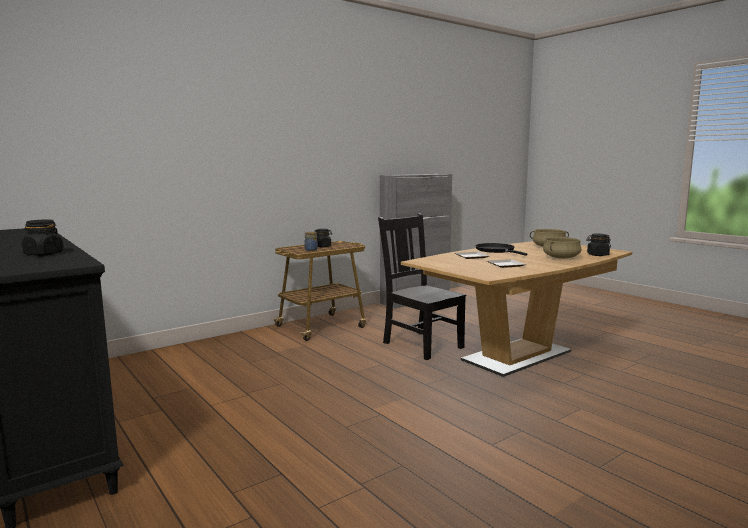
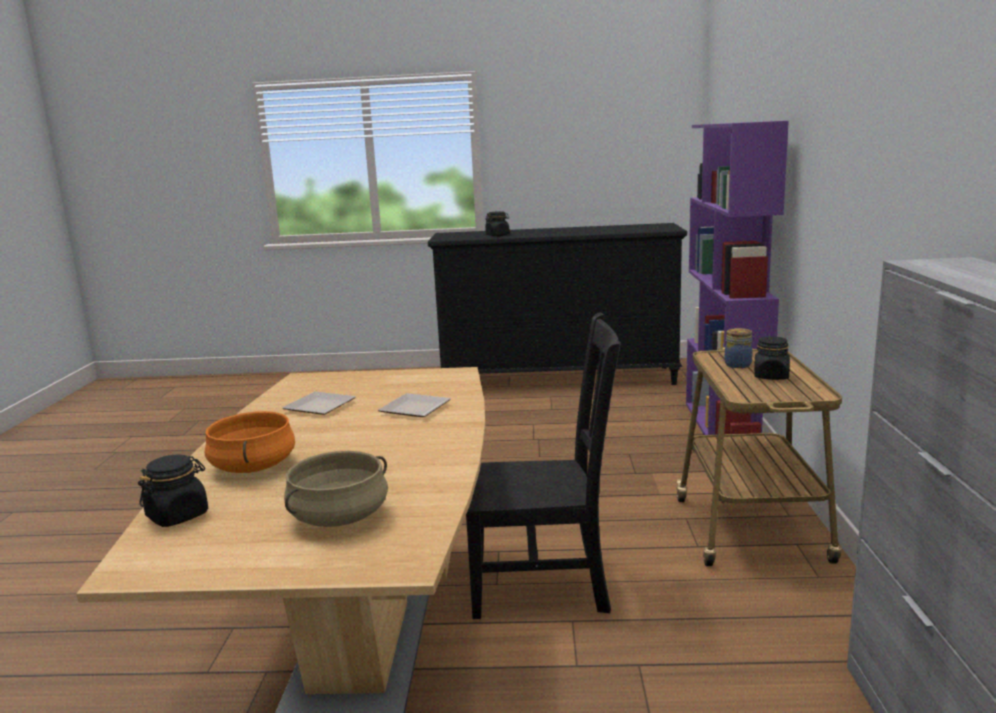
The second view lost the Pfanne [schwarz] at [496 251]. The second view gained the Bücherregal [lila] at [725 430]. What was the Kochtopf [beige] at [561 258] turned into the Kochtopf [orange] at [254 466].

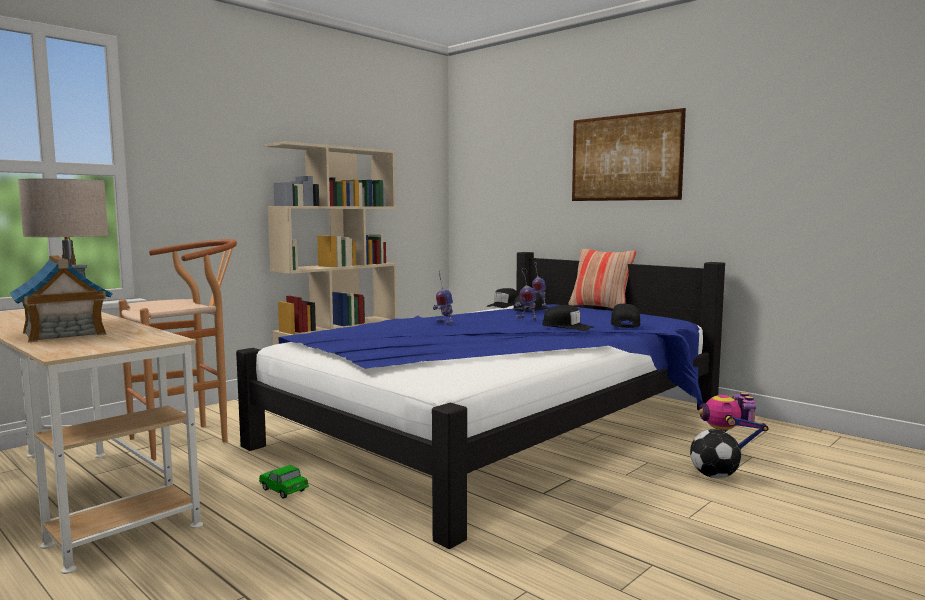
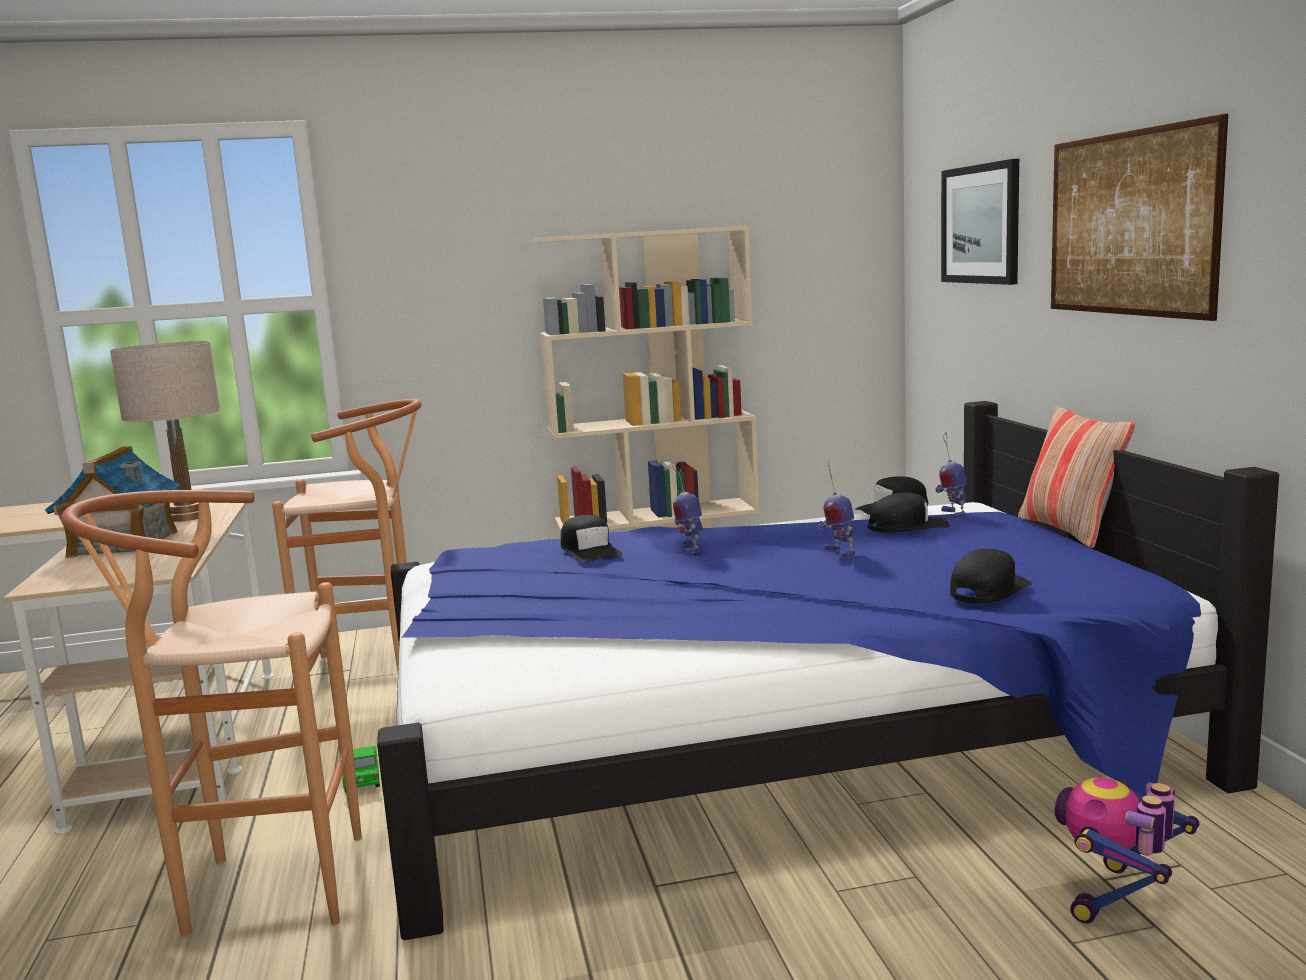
The second view lost the Fußball at [715 476]. The second view gained the Hocker [braun] at [256 889]. The second view gained the Bild at [981 224]. The Kappe [schwarz] ended up elsewhere, having gone from [567 327] to [590 551].

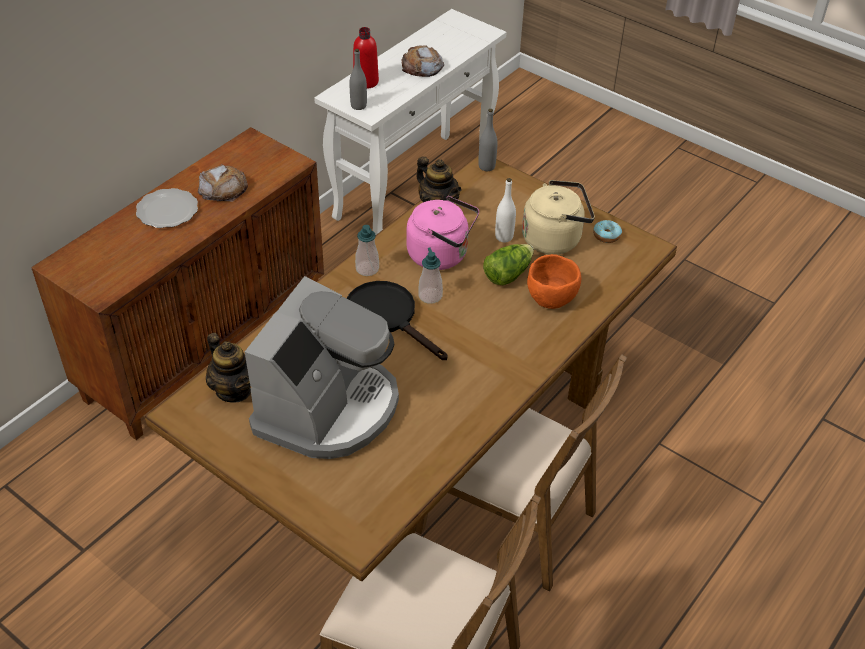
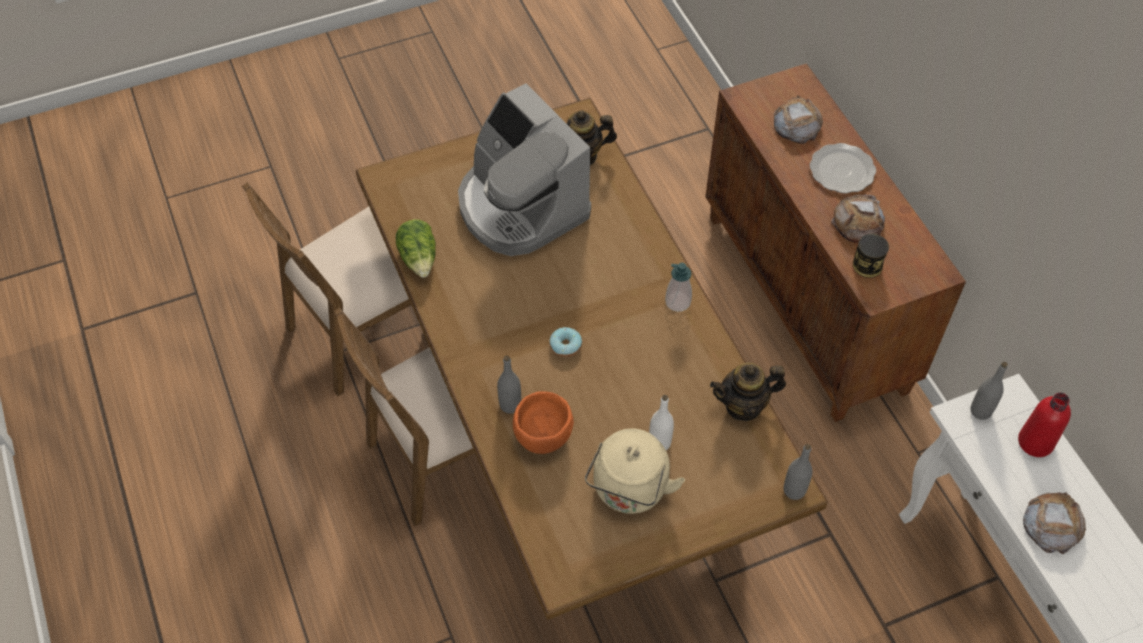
The second view lost the Pfanne [schwarz] at [388 317]. The second view lost the Wasserkessel [rosa] at [441 255]. The second view lost the Seifenspender at [430 296]. The second view gained the Flasche [grau] at [510 405]. The second view gained the Brot at [796 124]. The second view gained the Dose at [867 265]. The Salatkopf ended up elsewhere, having gone from [507 274] to [419 258]. The Donut ended up elsewhere, having gone from [606 235] to [565 346].

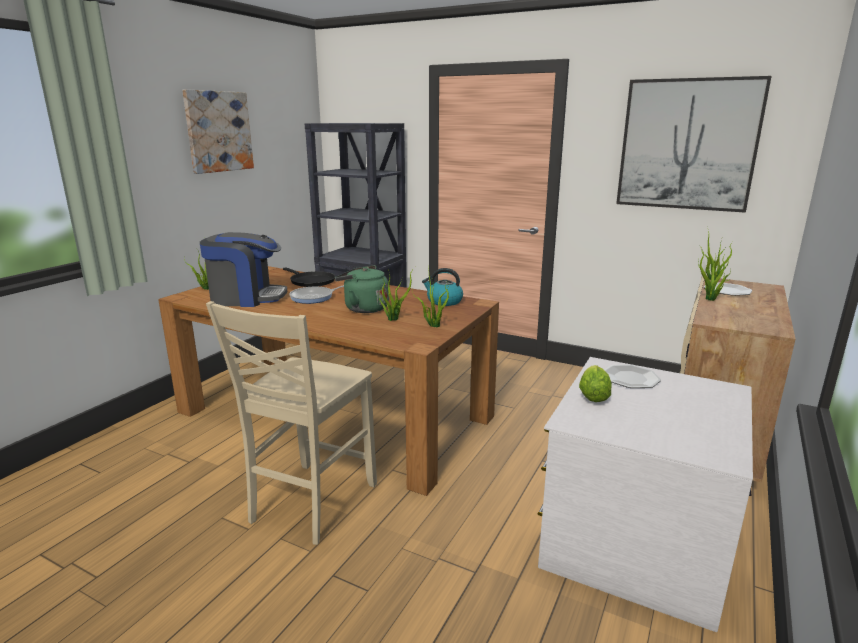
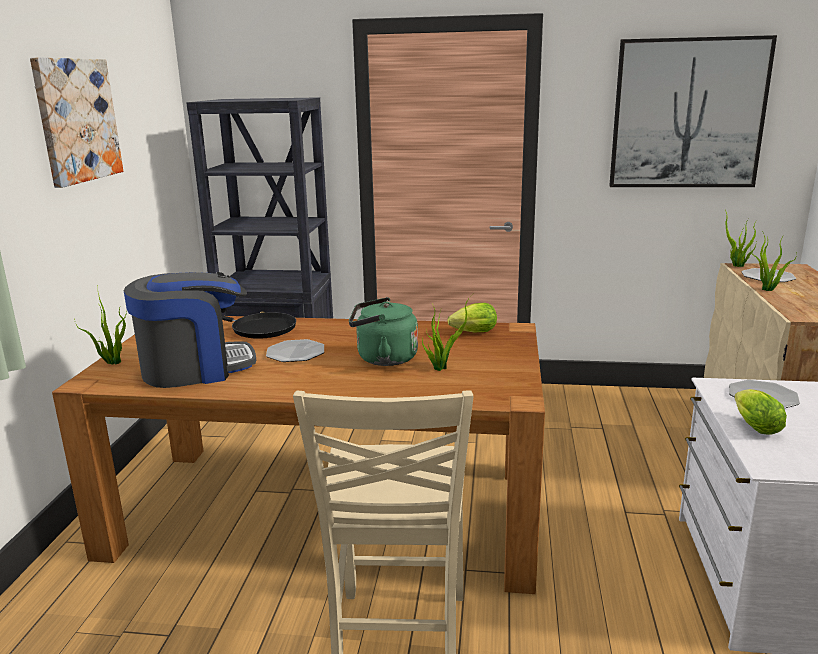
The second view lost the Topfpflanze at [433 325]. Where the Pfanne stood at [314 297], the Teller came to stand at [296 353]. Where the Wasserkessel stood at [444 301], the Salatkopf came to stand at [471 333].

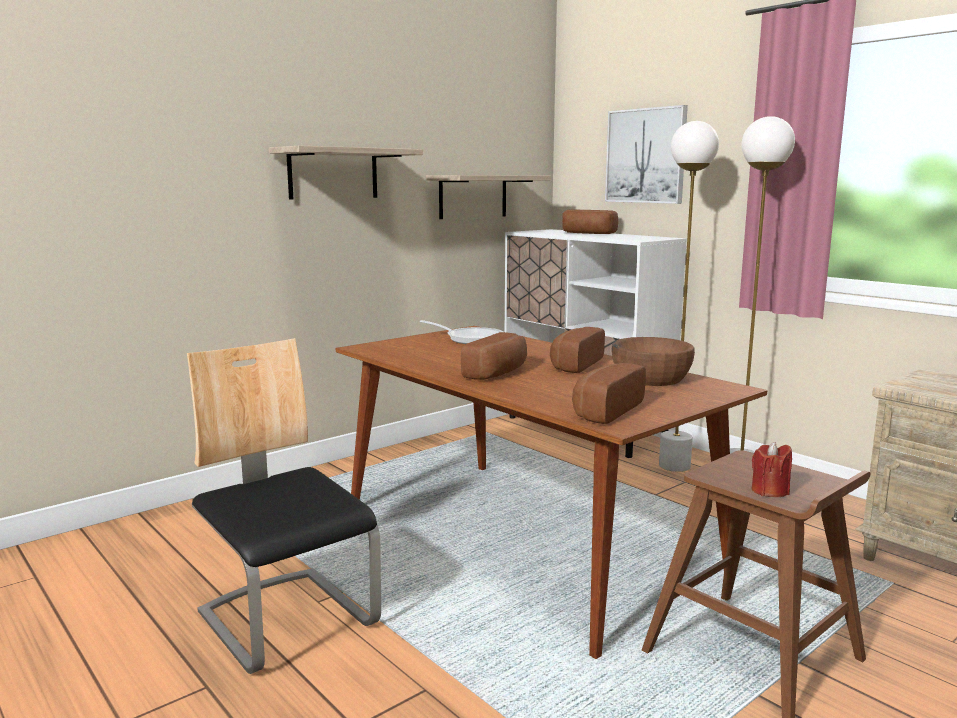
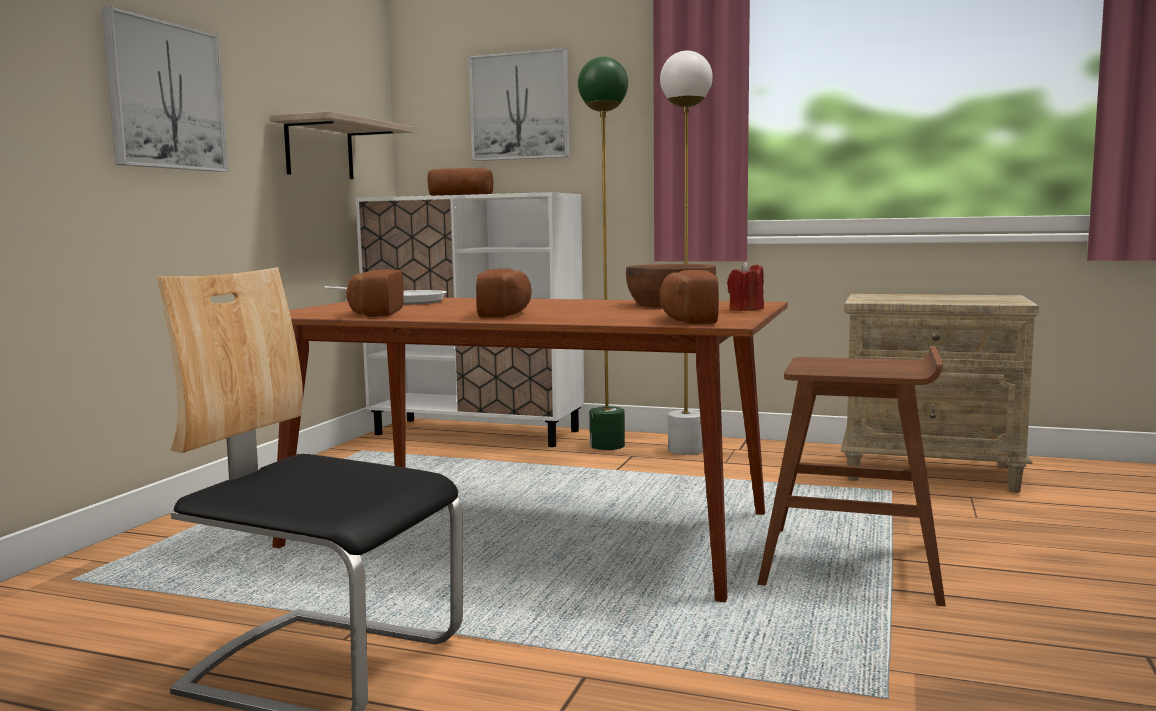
The Brot ended up elsewhere, having gone from [573 364] to [374 313]. The Kerze [rot] ended up elsewhere, having gone from [769 491] to [746 310]. Where the Wandregal hung at [333 174], the Bild came to hang at [166 96]. What was the Stehlampe [weiß] at [674 466] turned into the Stehlampe [grün] at [607 446].

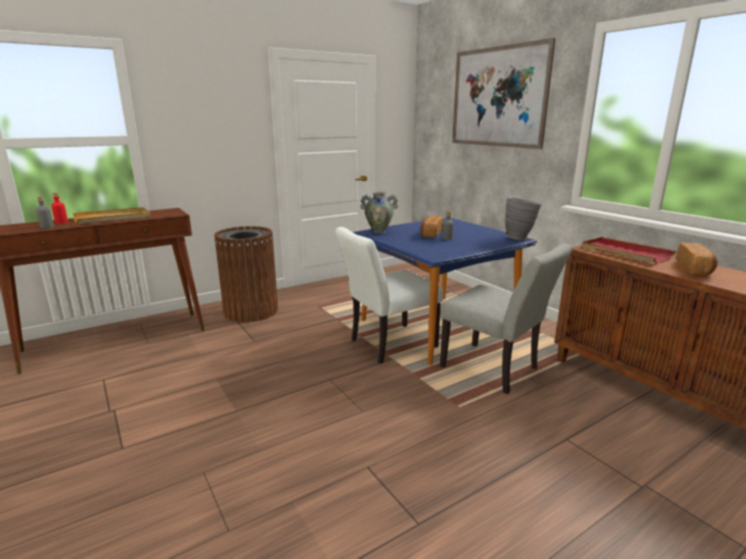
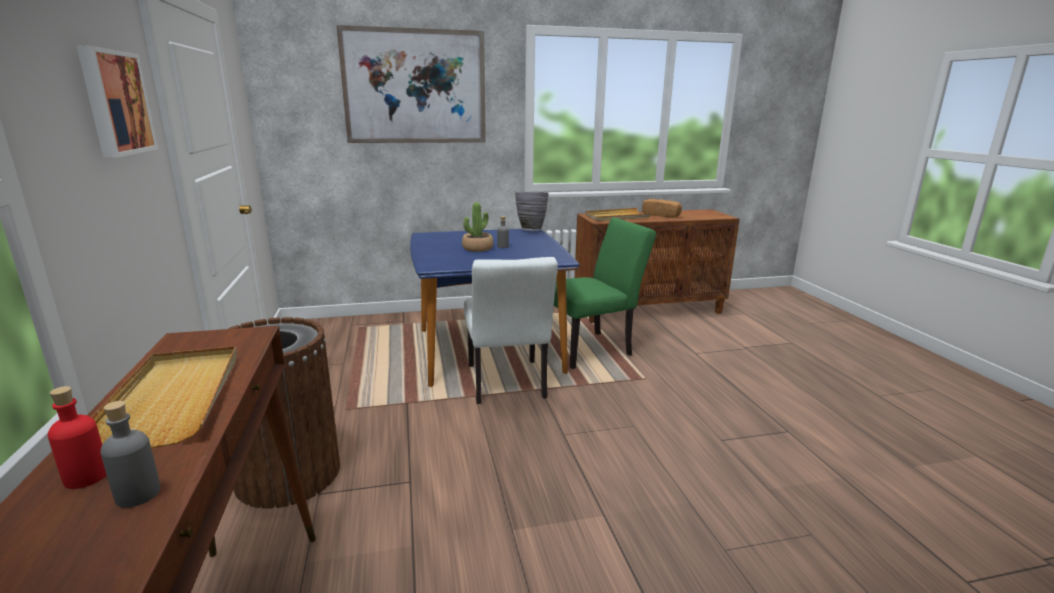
The second view lost the Vase at [379 231]. The second view gained the Bild at [115 103]. Where the Brot stood at [430 234], the Topfpflanze came to stand at [477 248]. What was the Stuhl [grau] at [495 370] turned into the Stuhl [grün] at [592 349]. What was the Tablett [rot] at [625 252] turned into the Tablett [beige] at [616 217].

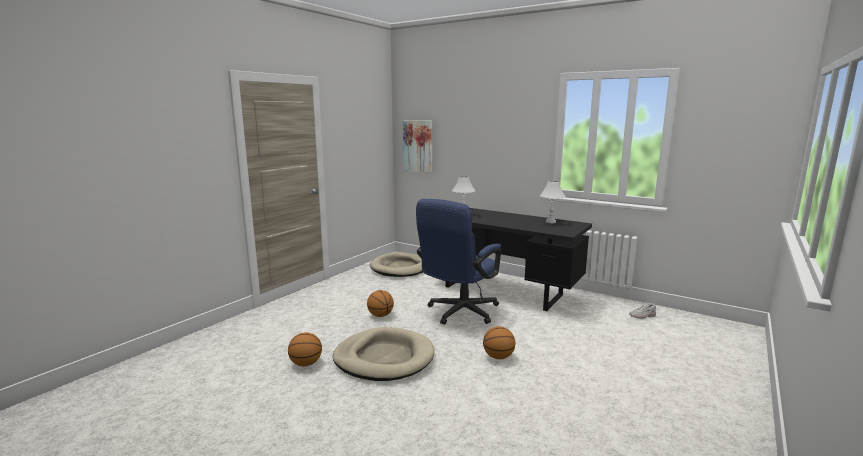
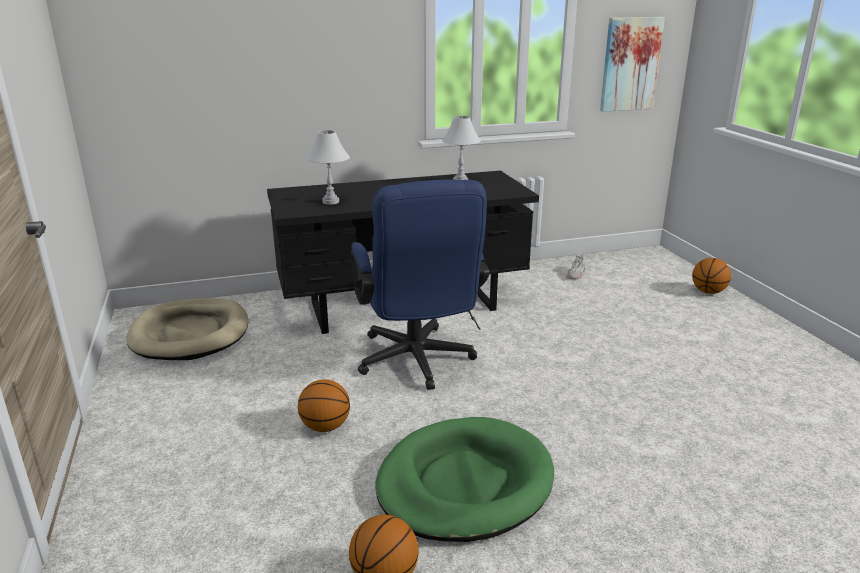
The Bild ended up elsewhere, having gone from [418 146] to [630 64]. The Basketball ended up elsewhere, having gone from [498 357] to [708 292]. What was the Hundebett [beige] at [384 358] turned into the Hundebett [grün] at [464 483].

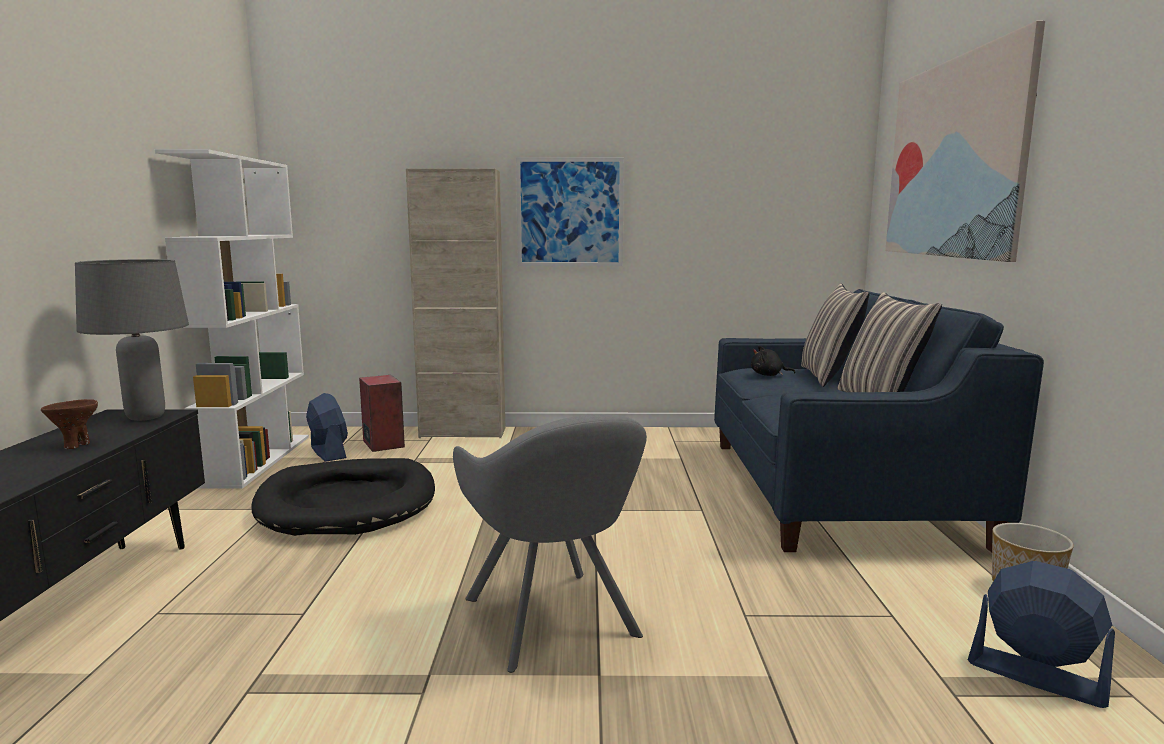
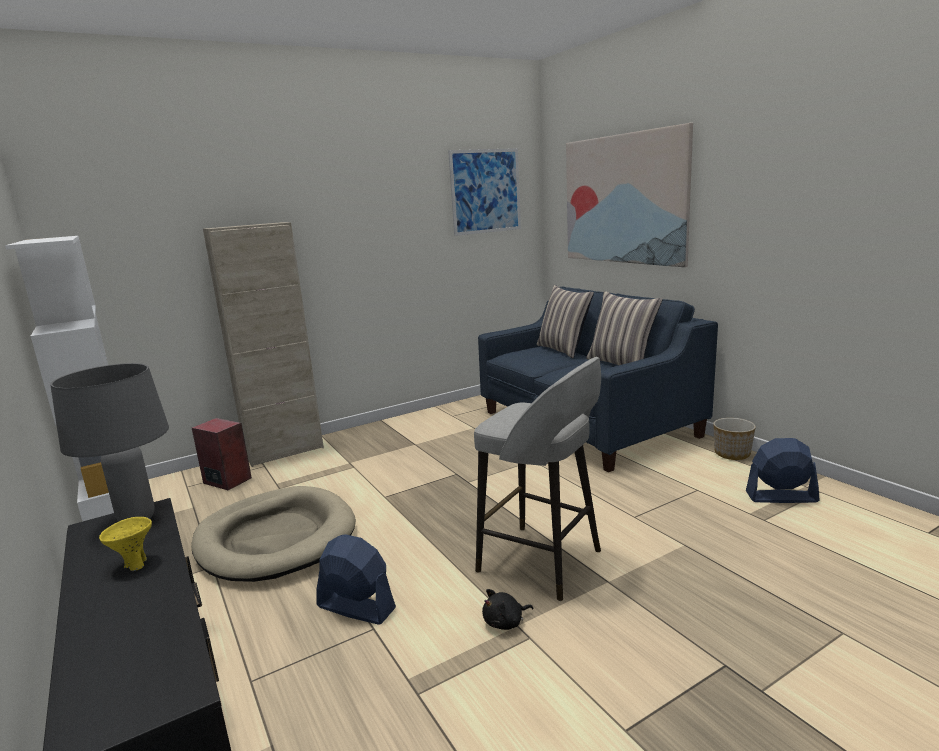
The Ventilator [blau] ended up elsewhere, having gone from [328 452] to [356 607]. The Bild ended up elsewhere, having gone from [570 212] to [485 191]. The Plüschtier [schwarz] ended up elsewhere, having gone from [768 375] to [505 622]. Where the Sessel [grau] stood at [553 621], the Hocker [grau] came to stand at [542 562]. What was the Schüssel [braun] at [75 445] turned into the Schüssel [gelb] at [135 564]. What was the Hundebett [schwarz] at [347 503] turned into the Hundebett [beige] at [276 539].

